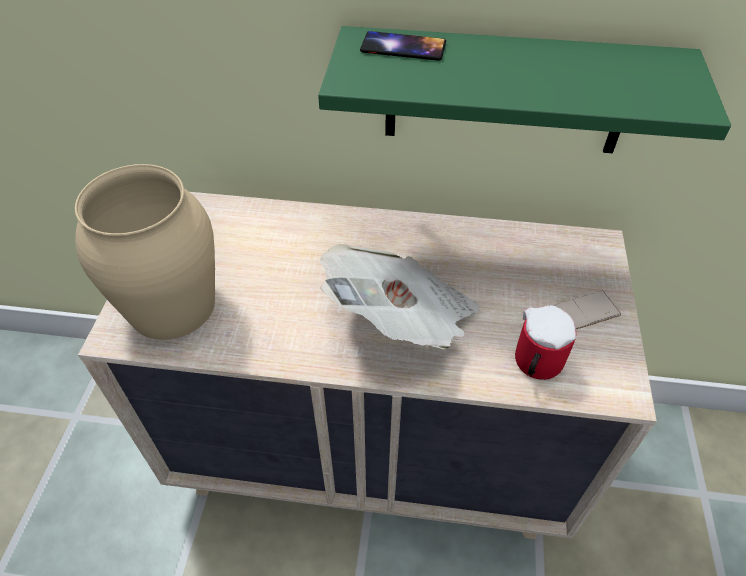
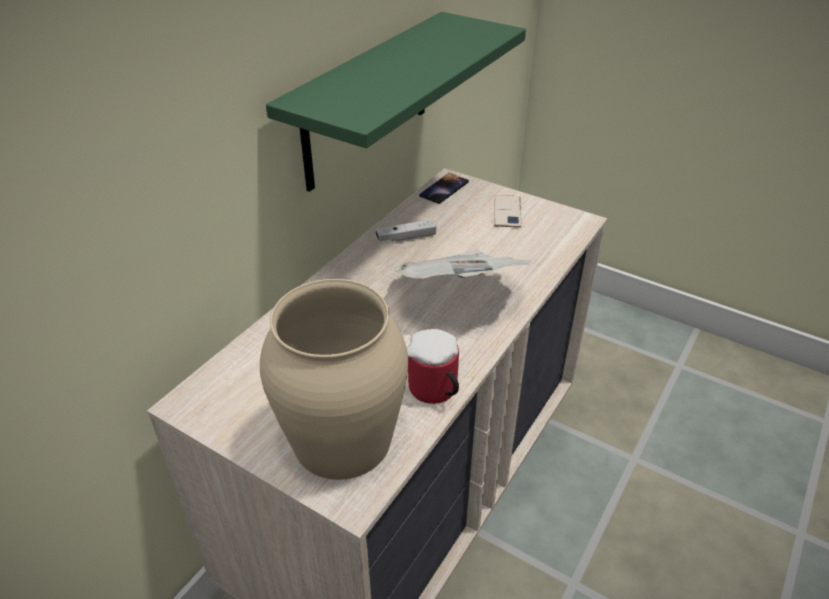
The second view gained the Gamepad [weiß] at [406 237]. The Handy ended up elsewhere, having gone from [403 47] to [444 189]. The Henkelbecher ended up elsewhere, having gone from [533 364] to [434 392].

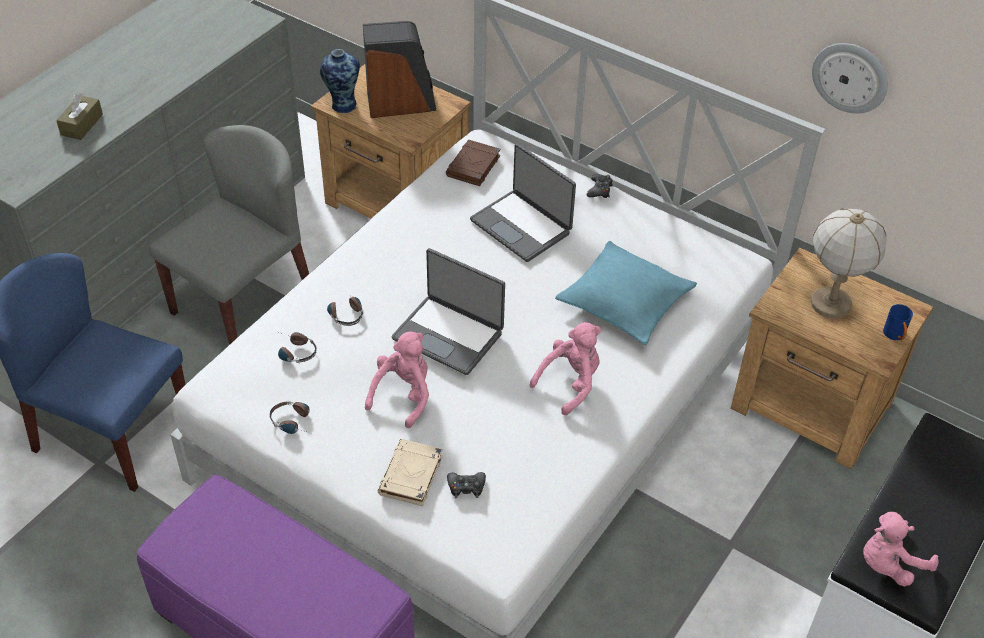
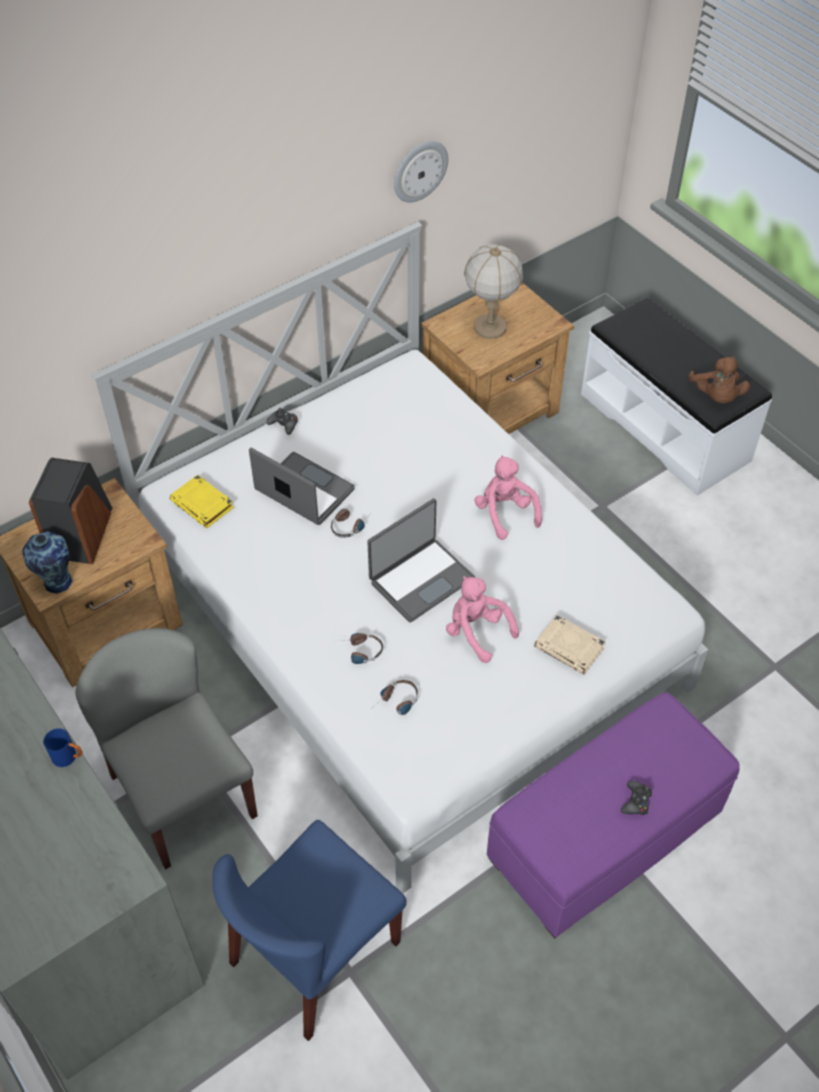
The second view lost the Taschentuchbox [braun] at [82 125]. The second view lost the Kissen [türkis] at [625 302]. The Kopfhörer ended up elsewhere, having gone from [295 422] to [350 524]. The Gamepad [schwarz] ended up elsewhere, having gone from [466 487] to [636 801]. The Henkelbecher [blau] ended up elsewhere, having gone from [895 336] to [69 757]. What was the Buch [braun] at [473 166] turned into the Buch [gelb] at [203 505]. What was the Plüschtier [rosa] at [888 563] turned into the Plüschtier [braun] at [716 396]. The Laptop at [522 226] ended up facing another way, 120 degrees counterclockwise from before.

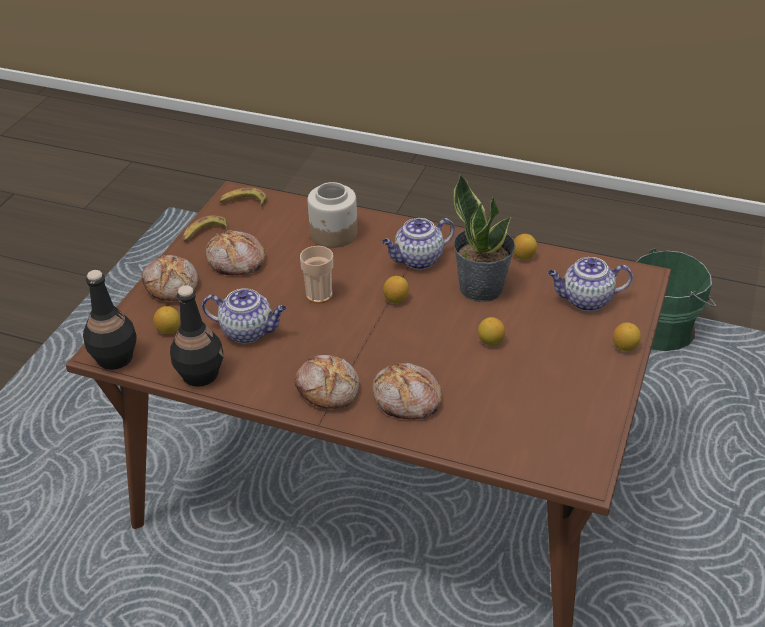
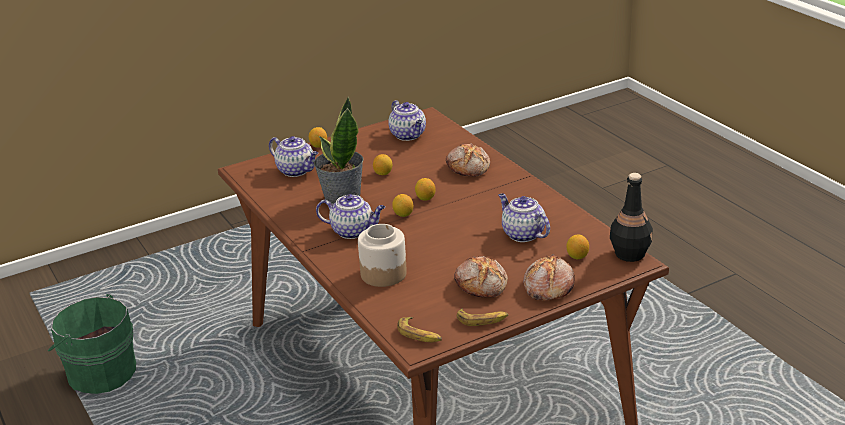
The second view lost the Flasche [schwarz] at [200 374]. The second view lost the Brot at [328 388]. The second view lost the Tasse at [319 295]. The second view gained the Teekanne at [408 135]. The Zitrone ended up elsewhere, having gone from [523 256] to [425 198].

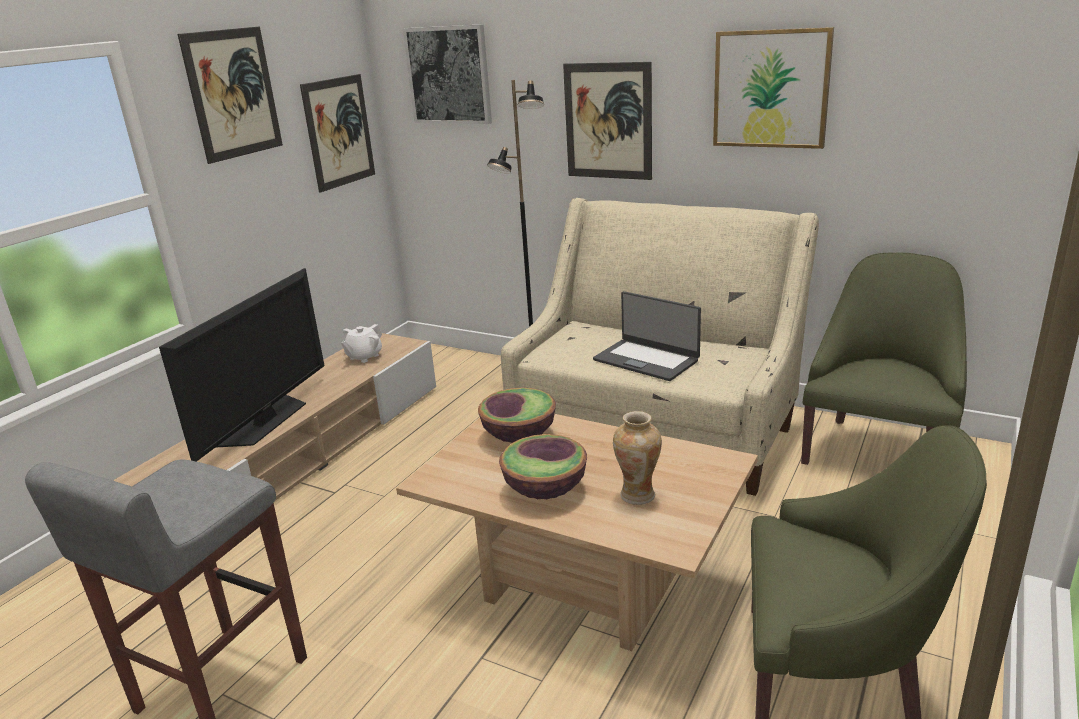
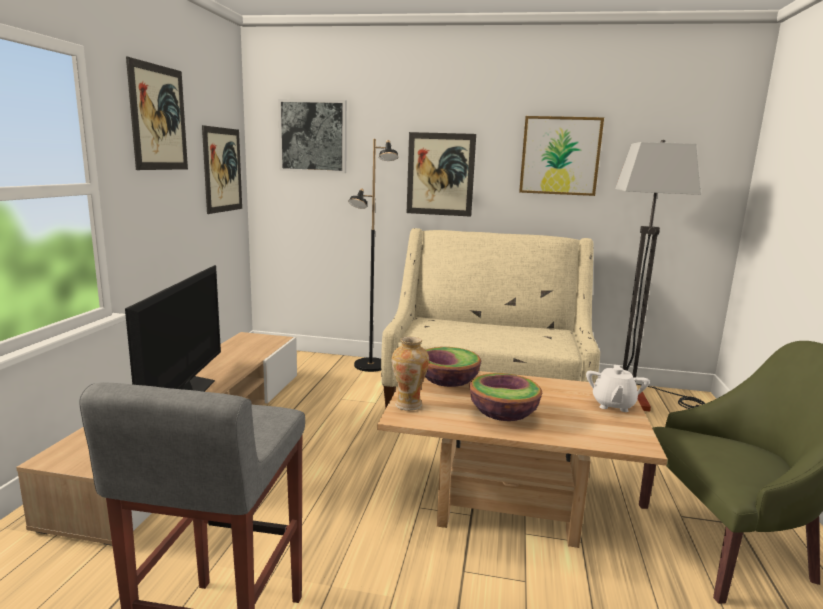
The second view lost the Laptop at [646 360]. The Teekanne [weiß] ended up elsewhere, having gone from [364 356] to [613 405]. The Vase ended up elsewhere, having gone from [638 495] to [408 405]. Where the Sessel [grün] stood at [878 450], the Stehlampe came to stand at [639 400].

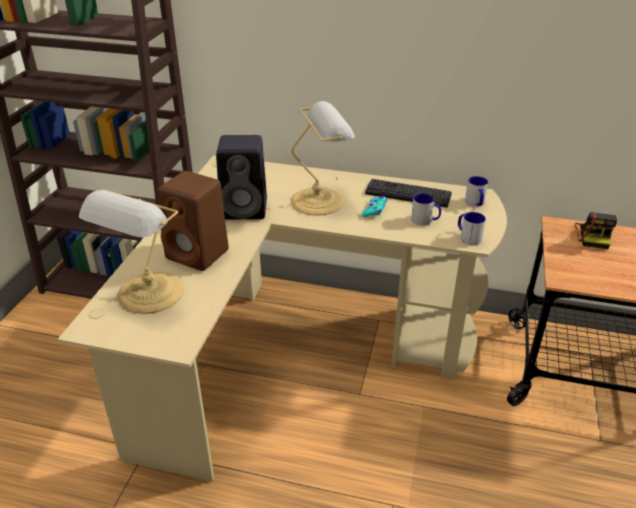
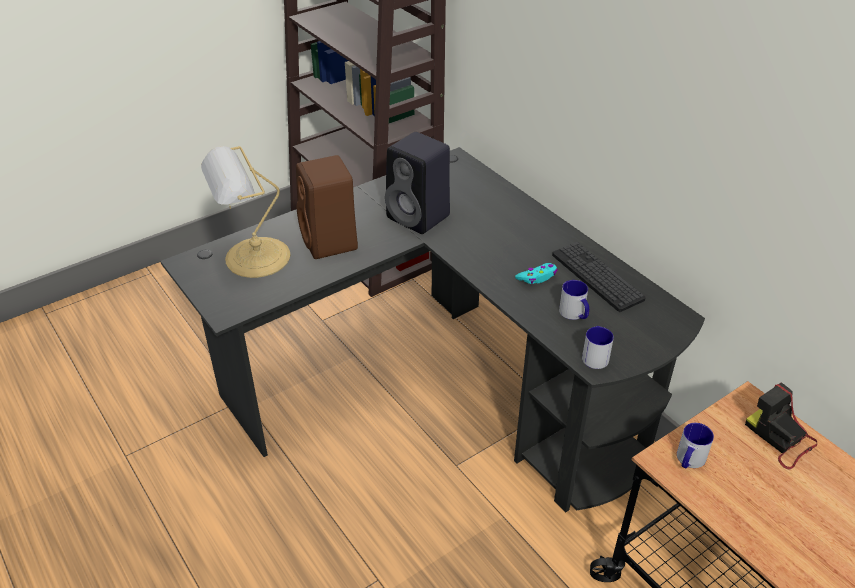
The second view lost the Tischlampe at [320 200]. The Henkelbecher ended up elsewhere, having gone from [475 203] to [689 460]. What was the Schreibtisch [beige] at [294 351] turned into the Schreibtisch [schwarz] at [440 388]. The Kamera at [594 236] ended up facing another way, 90 degrees clockwise from before.

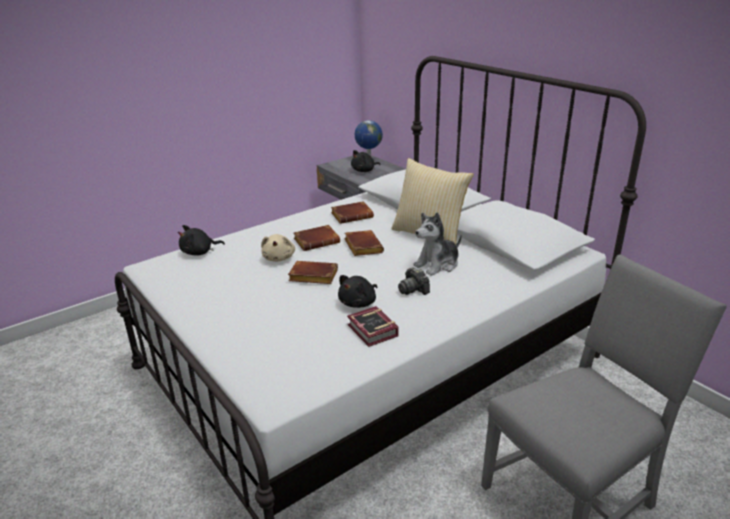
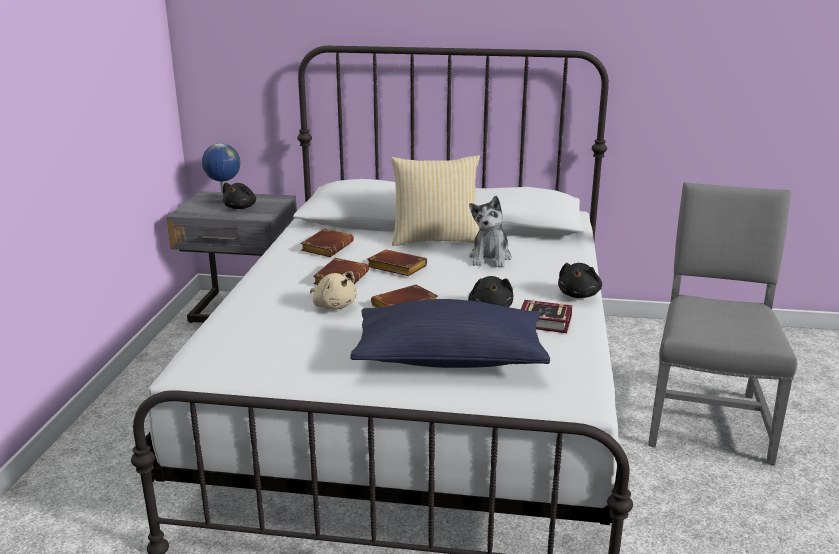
The second view lost the Kamera at [413 289]. The second view gained the Kissen [blau] at [449 359]. The Plüschtier [schwarz] ended up elsewhere, having gone from [199 252] to [579 294].

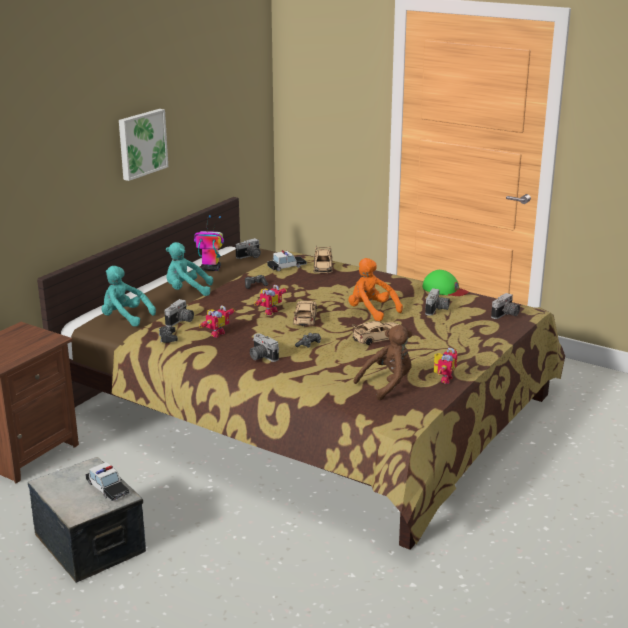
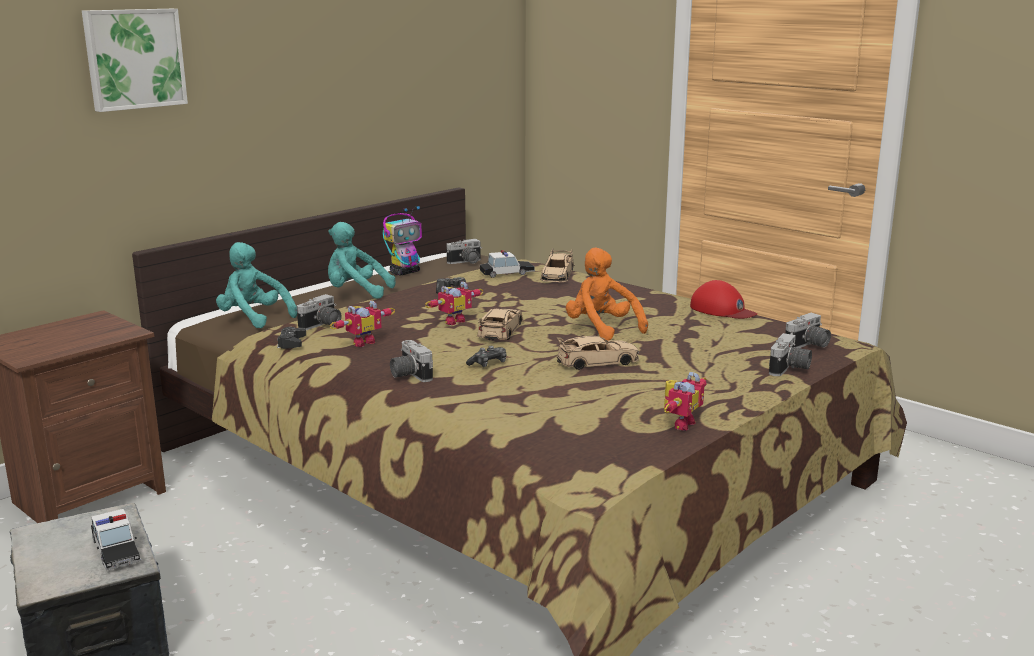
The second view lost the Plüschtier [braun] at [387 384]. The Bild ended up elsewhere, having gone from [141 143] to [134 58]. The Kamera ended up elsewhere, having gone from [437 310] to [790 369]. What was the Kappe [grün] at [444 289] turned into the Kappe [rot] at [722 310]. The Spielzeugroboter at [210 269] ended up facing another way, 120 degrees clockwise from before.

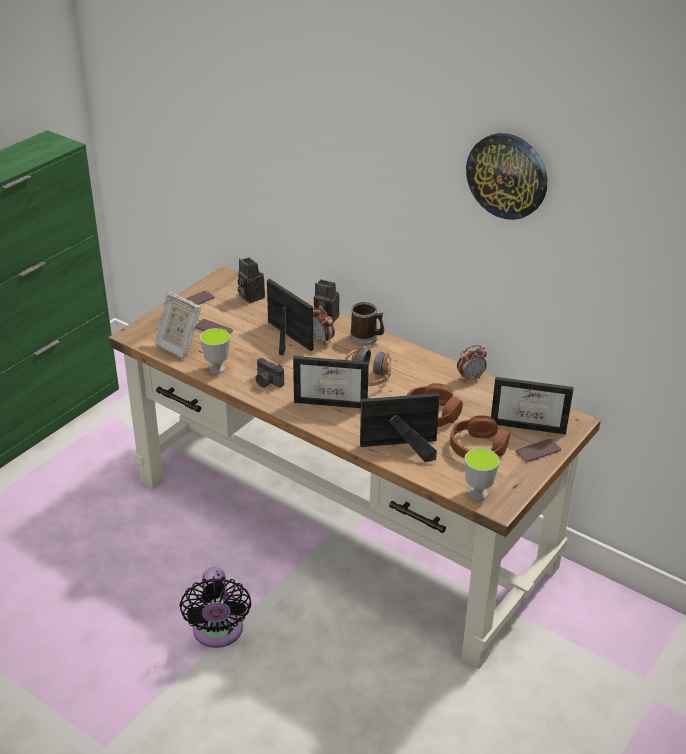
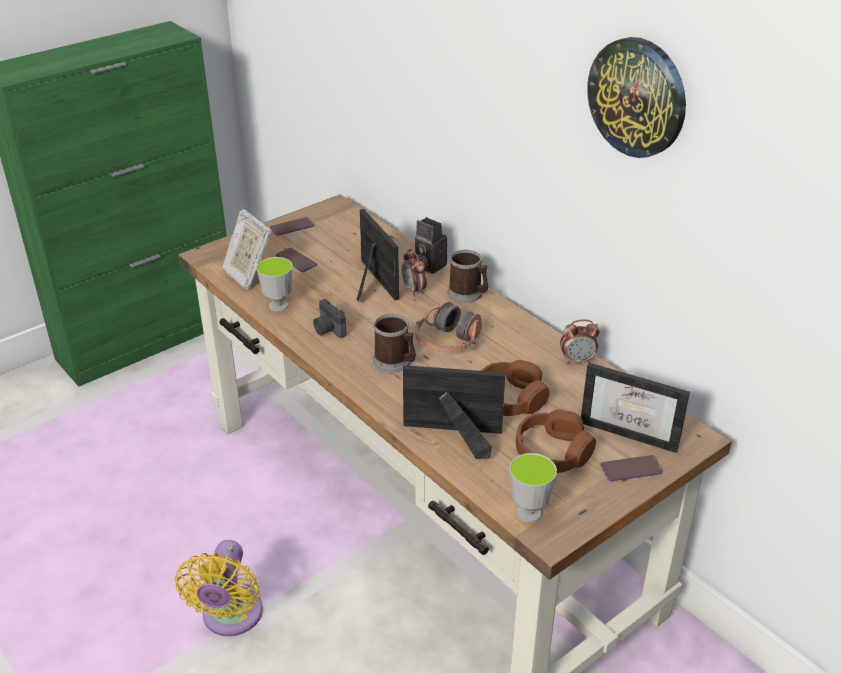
The second view lost the Kamera at [250 296]. Where the Bilderrahmen stood at [333 400], the Henkelbecher came to stand at [395 362]. What was the Ventilator [schwarz] at [218 633] turned into the Ventilator [gelb] at [230 617].

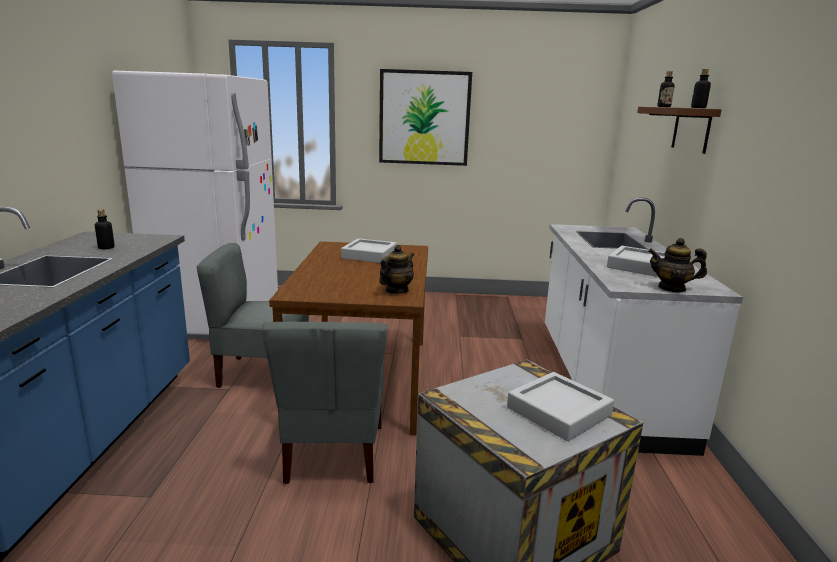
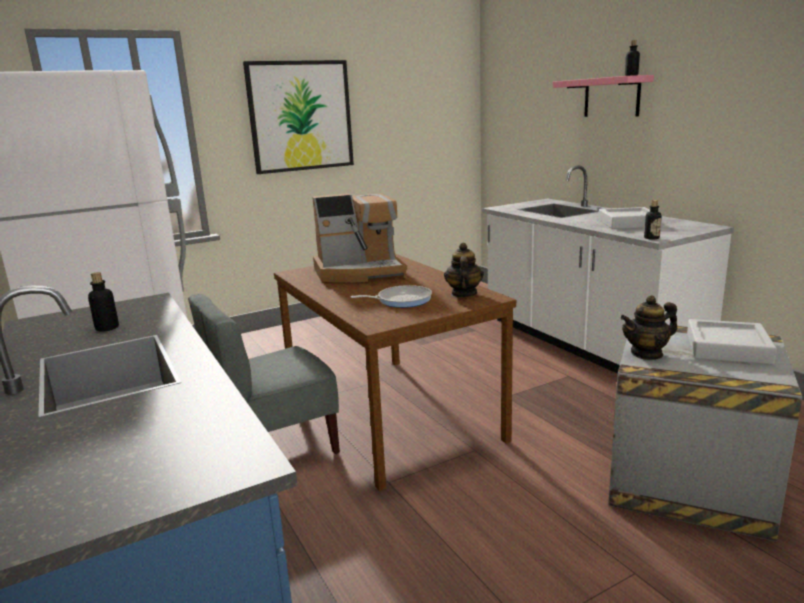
The second view lost the Stuhl [grau] at [333 454]. The second view gained the Pfanne at [401 300]. The Teekanne ended up elsewhere, having gone from [672 288] to [647 353]. The Flasche ended up elsewhere, having gone from [664 107] to [651 238]. Where the Tablett [grau] stood at [369 255], the Kaffeemaschine came to stand at [360 272]. What was the Wandregal [braun] at [691 129] turned into the Wandregal [rosa] at [611 97].

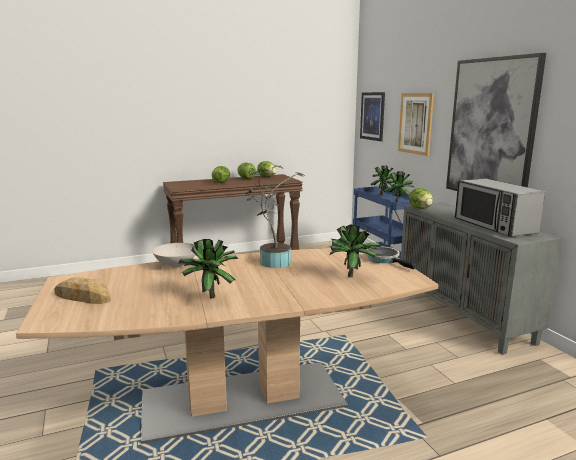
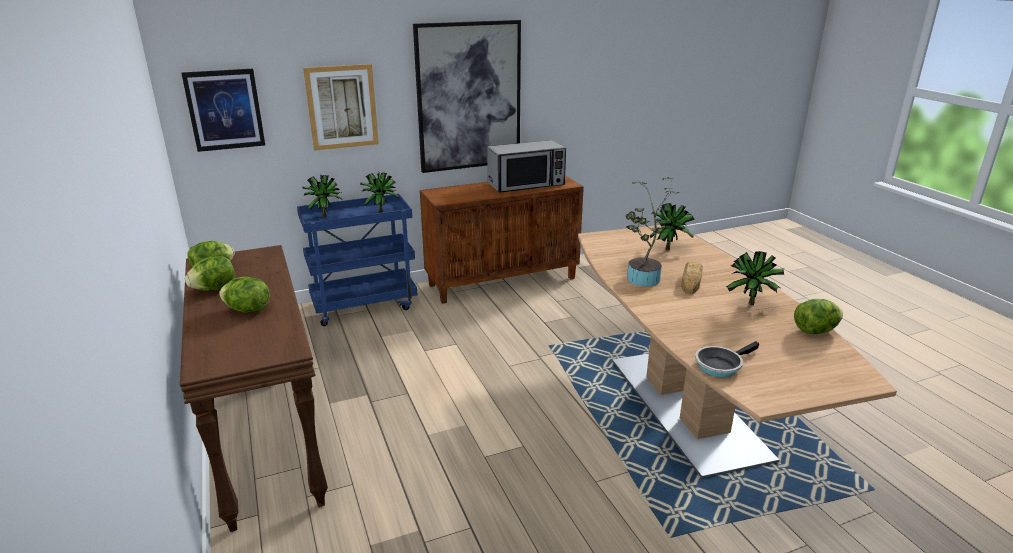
The second view lost the Schüssel [weiß] at [177 265]. The Brot ended up elsewhere, having gone from [83 297] to [691 281]. The Pfanne ended up elsewhere, having gone from [384 259] to [720 365]. The Salatkopf ended up elsewhere, having gone from [420 208] to [815 331]. What was the Schrank [grau] at [464 316] turned into the Schrank [braun] at [503 281].

